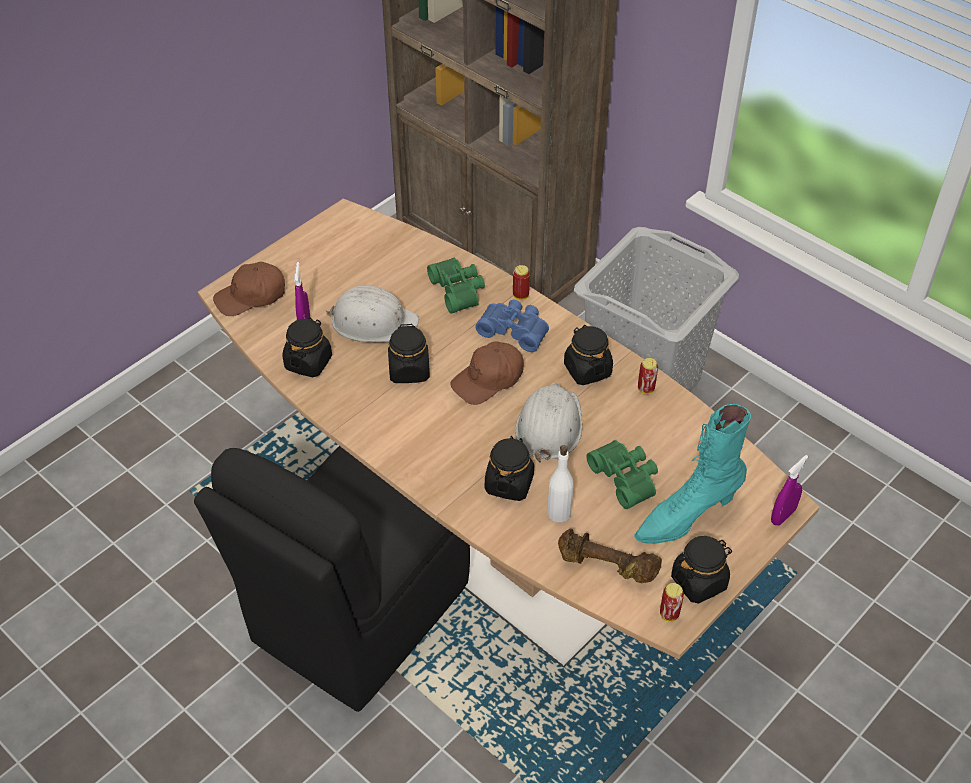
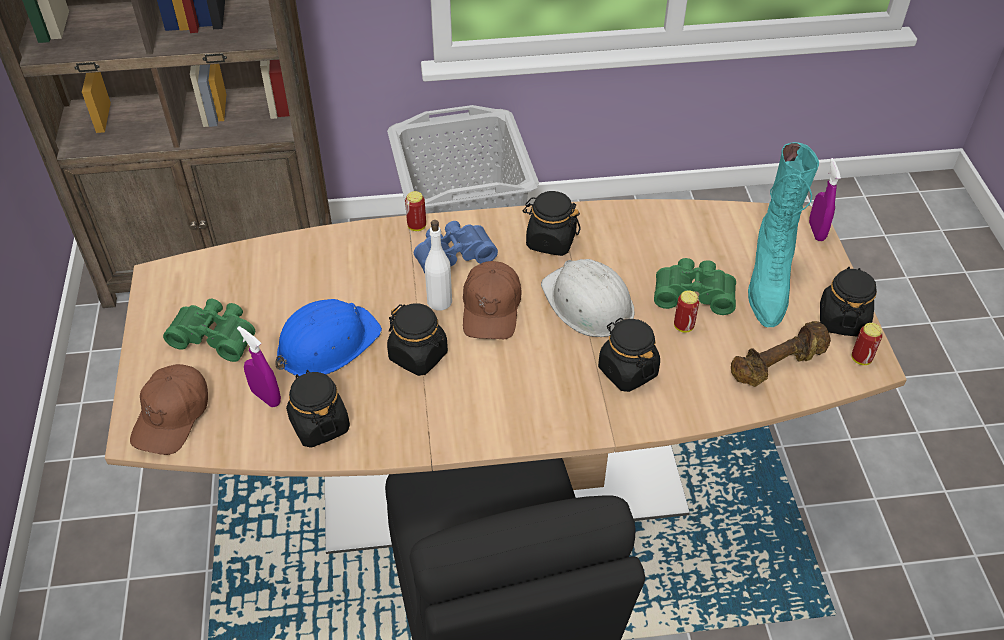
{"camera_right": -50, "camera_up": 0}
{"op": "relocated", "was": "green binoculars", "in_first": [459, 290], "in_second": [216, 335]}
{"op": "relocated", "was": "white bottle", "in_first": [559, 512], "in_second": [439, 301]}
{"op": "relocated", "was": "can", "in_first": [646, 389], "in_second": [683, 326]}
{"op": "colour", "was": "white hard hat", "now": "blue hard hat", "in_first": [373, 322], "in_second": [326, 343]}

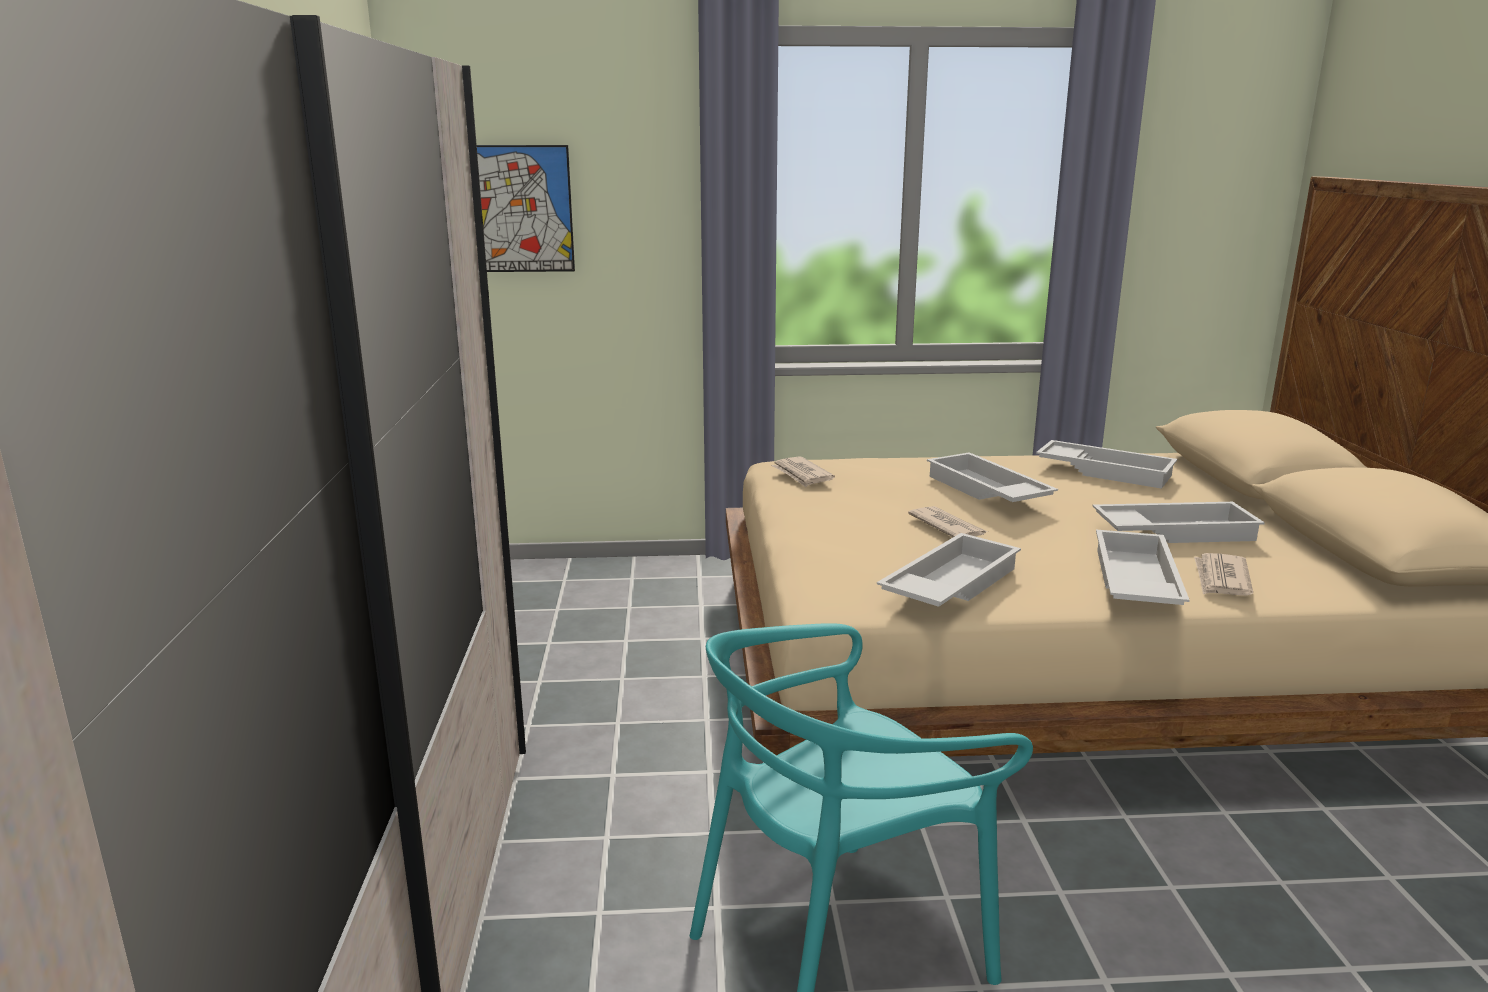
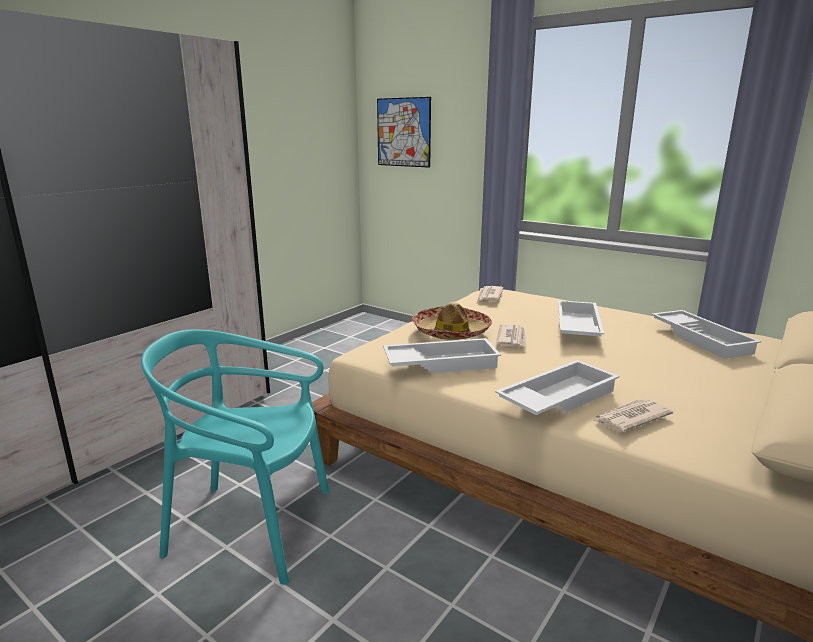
{"camera_right": 40, "camera_up": 0}
{"op": "missing", "was": "white tray", "in_first": [1174, 531]}
{"op": "appeared", "now": "hat", "in_second": [451, 332]}

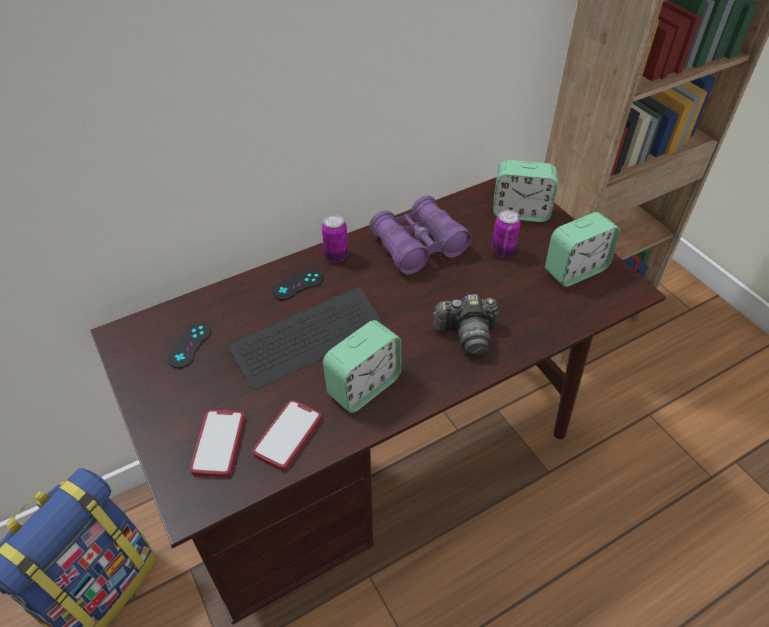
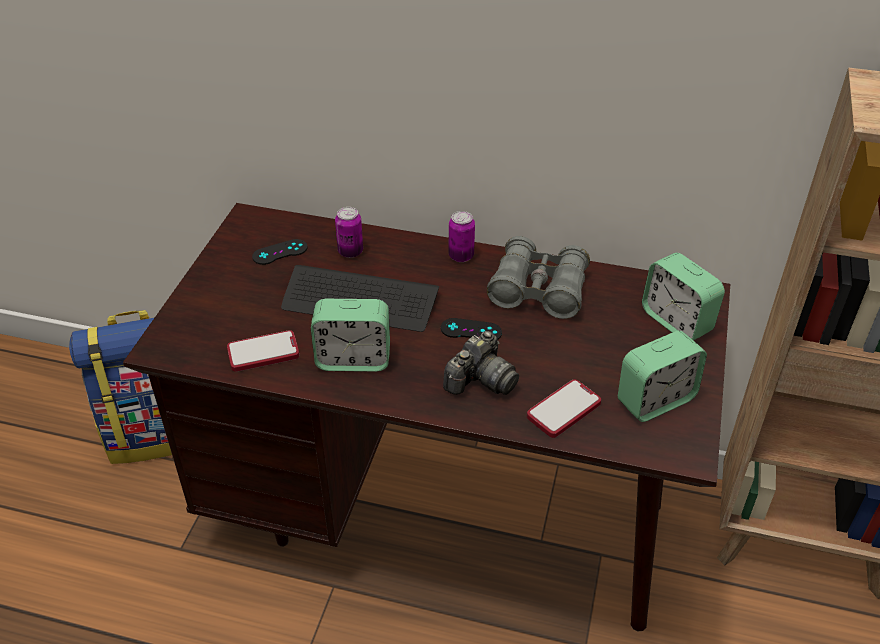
{"camera_right": 45, "camera_up": -5}
{"op": "relocated", "was": "phone", "in_first": [218, 444], "in_second": [563, 410]}
{"op": "relocated", "was": "black game controller", "in_first": [298, 285], "in_second": [471, 330]}
{"op": "relocated", "was": "can", "in_first": [502, 251], "in_second": [350, 252]}
{"op": "colour", "was": "purple binoculars", "now": "grey binoculars", "in_first": [418, 246], "in_second": [538, 290]}
{"op": "spun", "was": "photo camera", "in_first": [467, 334], "in_second": [481, 380], "clockwise": -90}
{"op": "spun", "was": "alarm clock", "in_first": [575, 270], "in_second": [655, 400], "clockwise": -45}

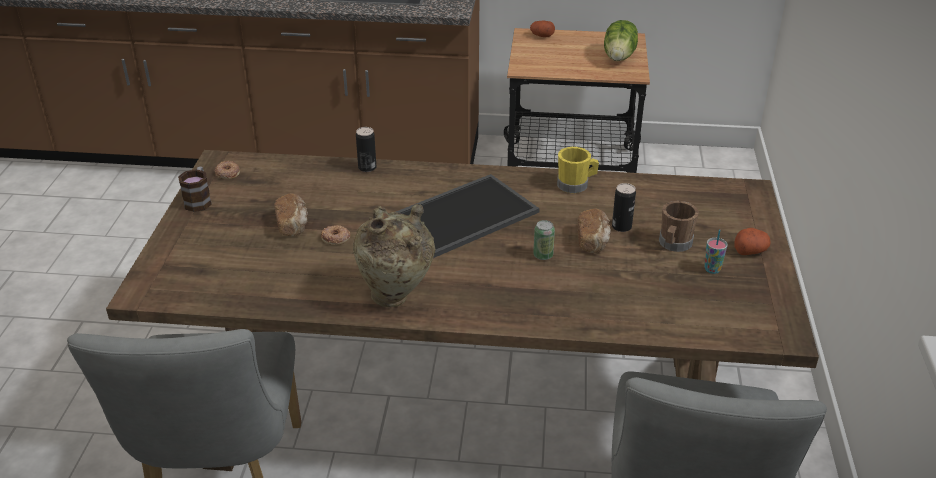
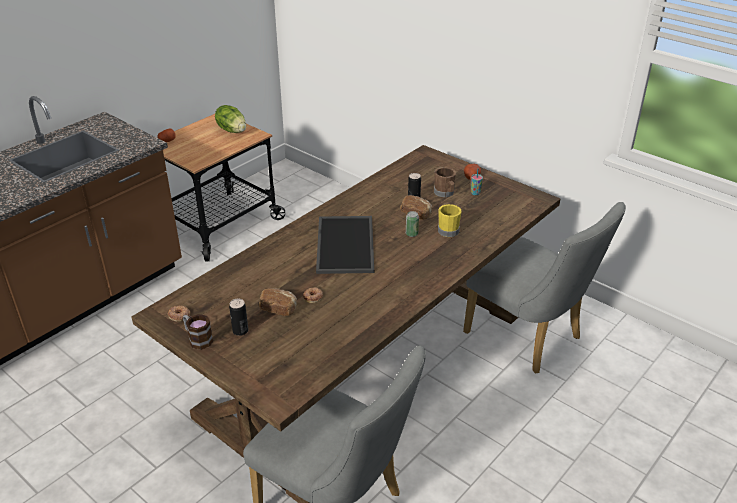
{"camera_right": -55, "camera_up": 0}
{"op": "missing", "was": "beige vase", "in_first": [396, 297]}
{"op": "relocated", "was": "can", "in_first": [367, 168], "in_second": [240, 331]}
{"op": "relocated", "was": "yellow mug", "in_first": [576, 185], "in_second": [449, 230]}

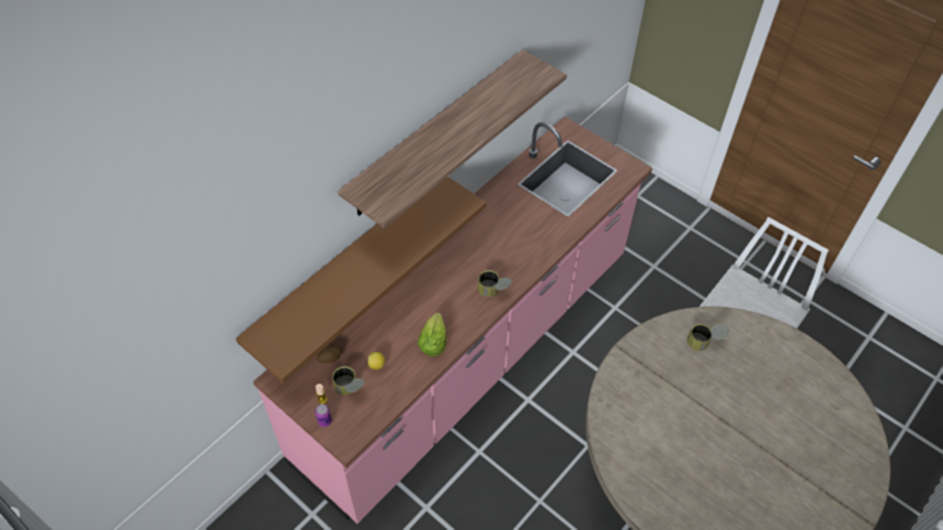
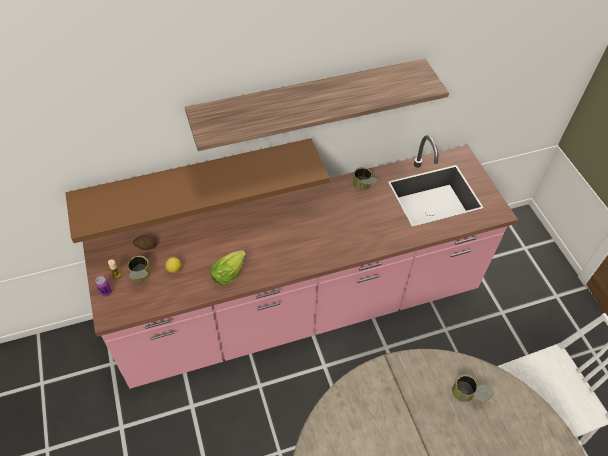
{"camera_right": 30, "camera_up": 0}
{"op": "relocated", "was": "can", "in_first": [493, 291], "in_second": [364, 187]}

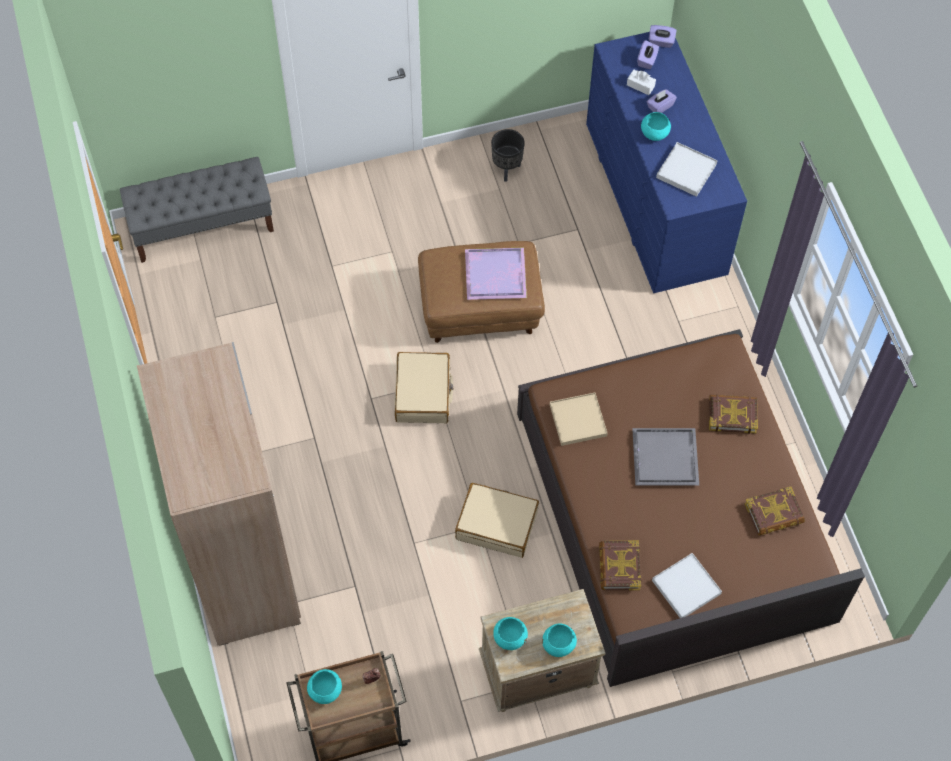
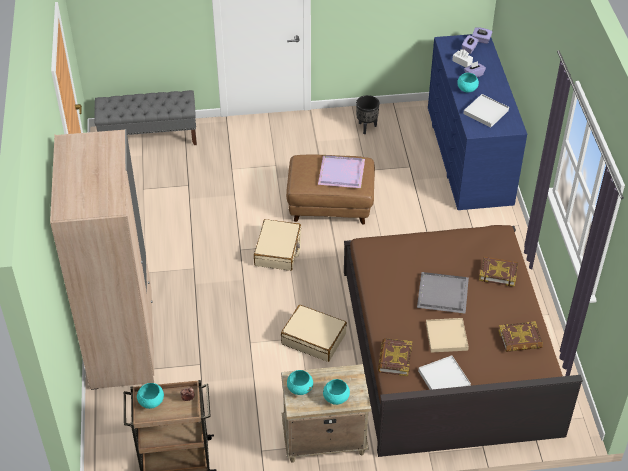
{"camera_right": 10, "camera_up": -15}
{"op": "relocated", "was": "beige tray", "in_first": [578, 420], "in_second": [446, 337]}

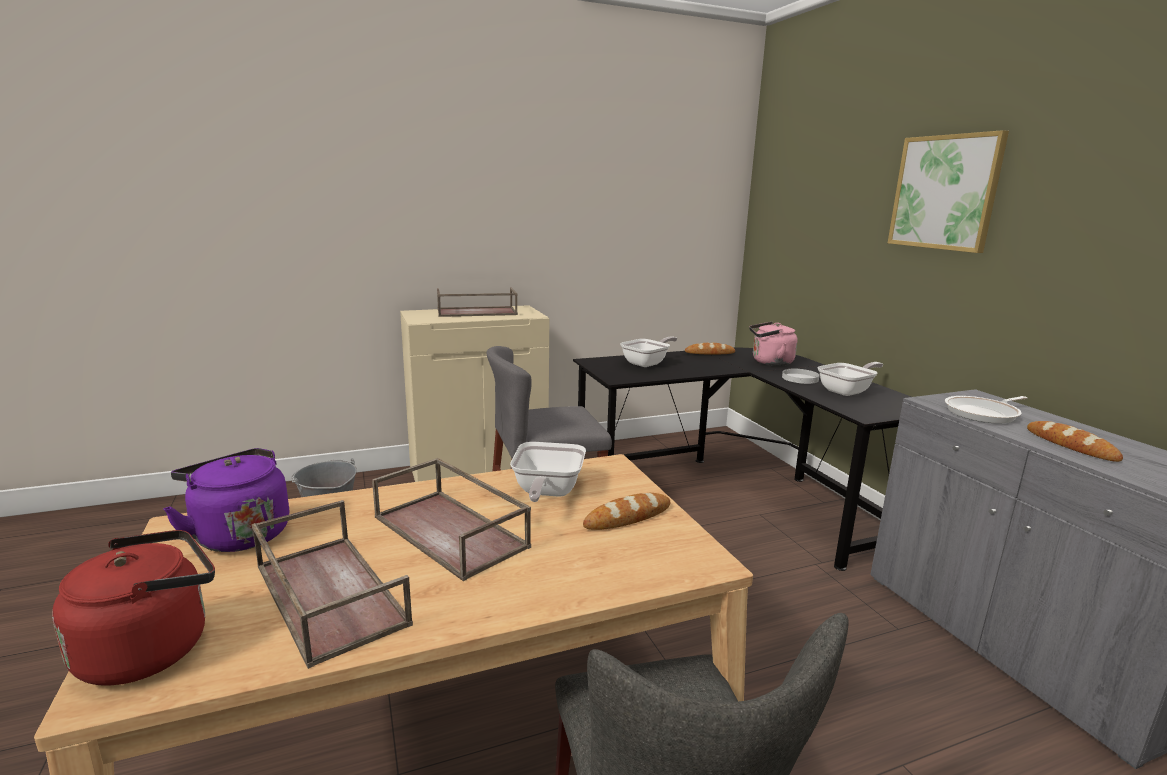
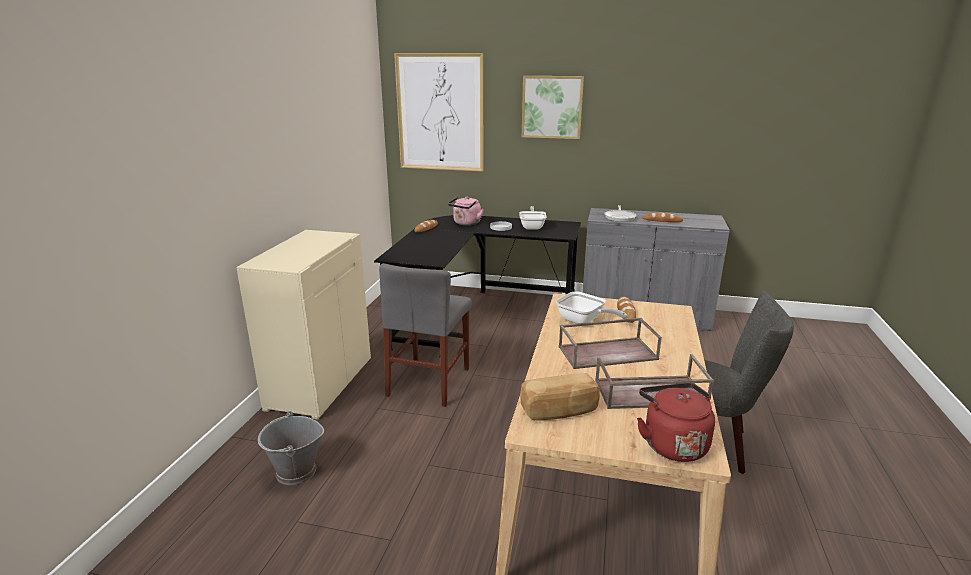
{"camera_right": -55, "camera_up": 5}
{"op": "missing", "was": "brown tray", "in_first": [476, 312]}
{"op": "missing", "was": "frying pan", "in_first": [648, 363]}
{"op": "appeared", "now": "picture", "in_second": [440, 113]}
{"op": "exchanged", "was": "purple kettle", "now": "bread", "in_first": [239, 533], "in_second": [559, 411]}

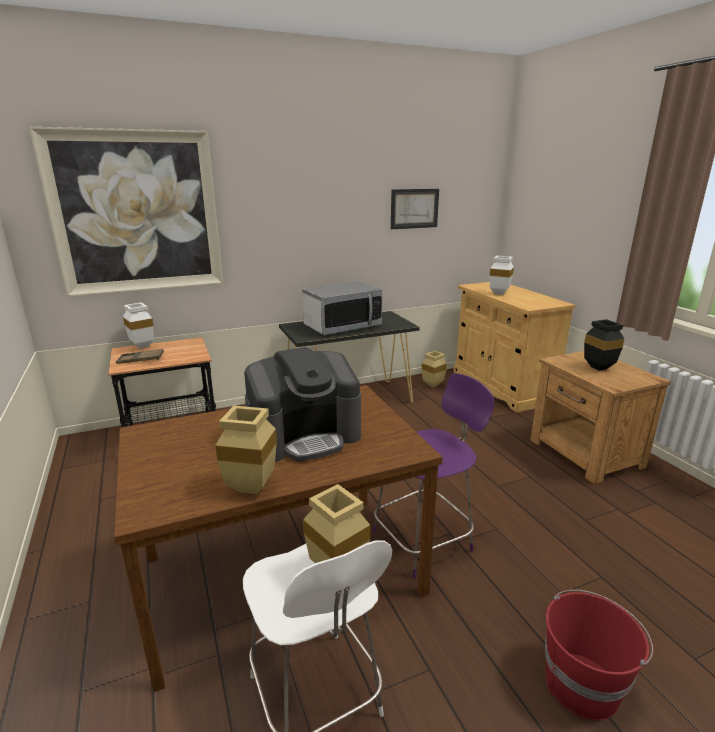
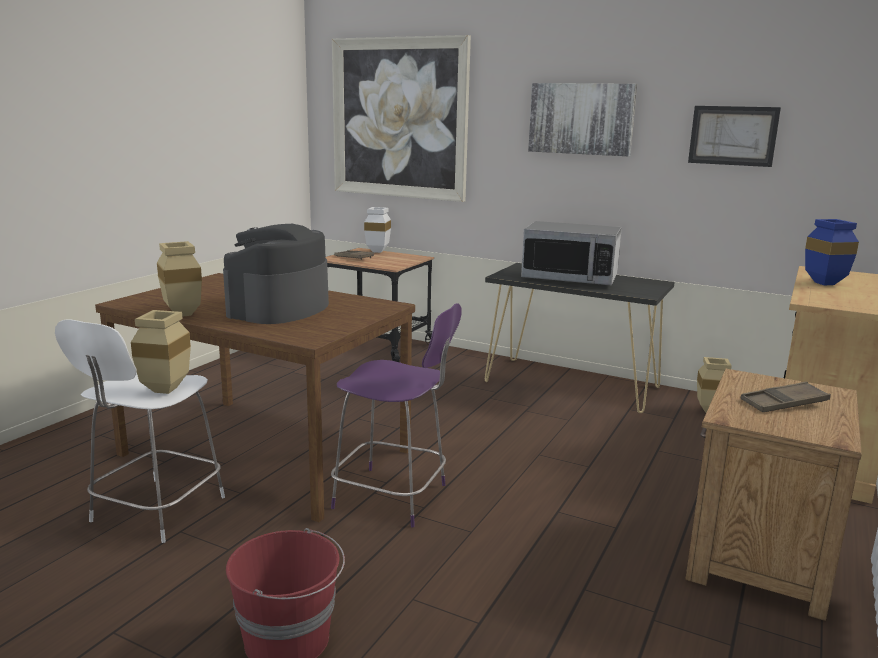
{"camera_right": 50, "camera_up": -5}
{"op": "appeared", "now": "picture", "in_second": [581, 119]}
{"op": "exchanged", "was": "black vase", "now": "brown tray", "in_first": [600, 368], "in_second": [784, 403]}
{"op": "colour", "was": "white vase", "now": "blue vase", "in_first": [500, 293], "in_second": [827, 284]}
{"op": "spun", "was": "coffee machine", "in_first": [305, 436], "in_second": [279, 309], "clockwise": 90}

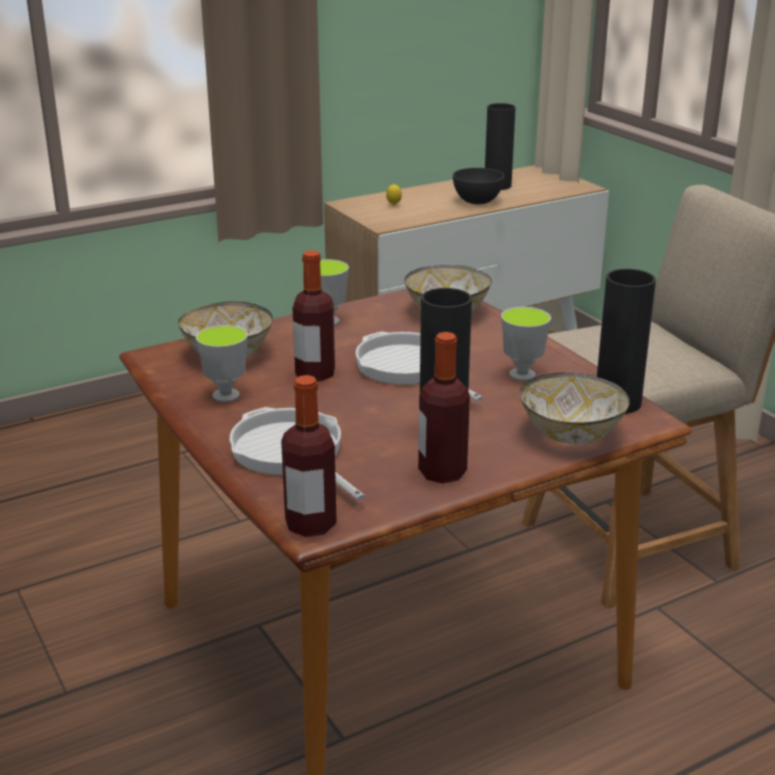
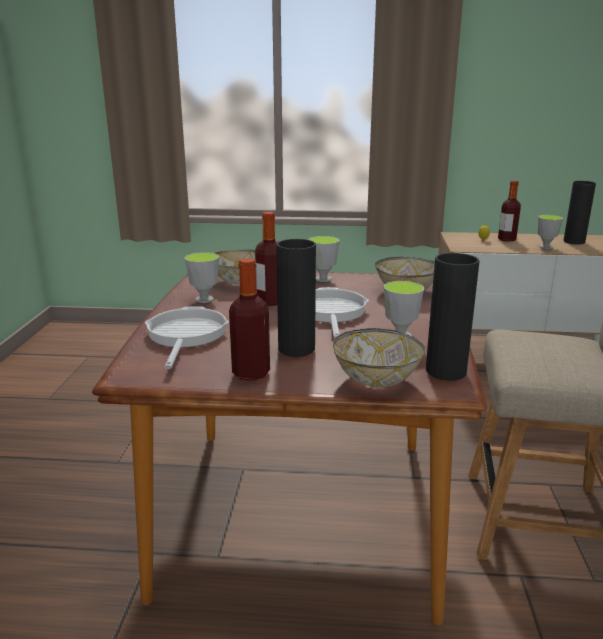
{"camera_right": 35, "camera_up": -5}
{"op": "relocated", "was": "bottle", "in_first": [310, 524], "in_second": [507, 239]}
{"op": "exchanged", "was": "grey bowl", "now": "cup", "in_first": [477, 201], "in_second": [545, 247]}

